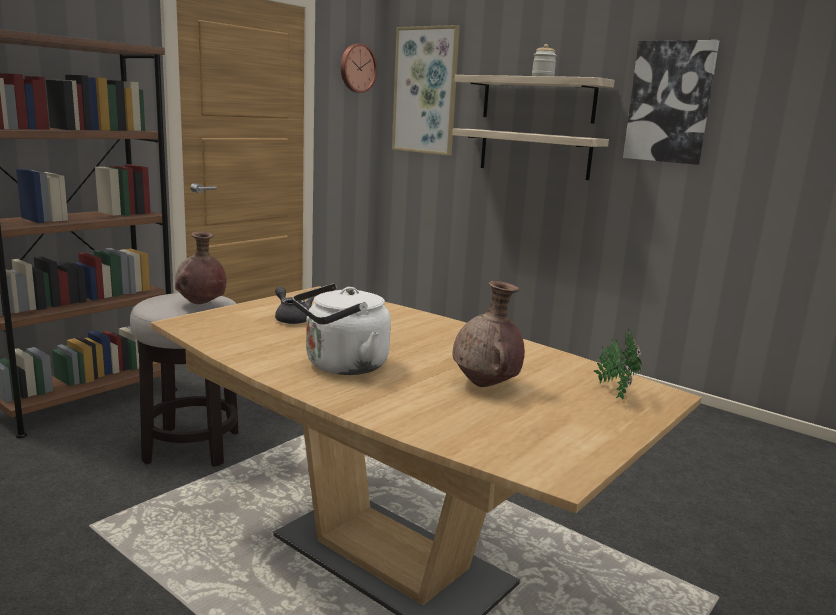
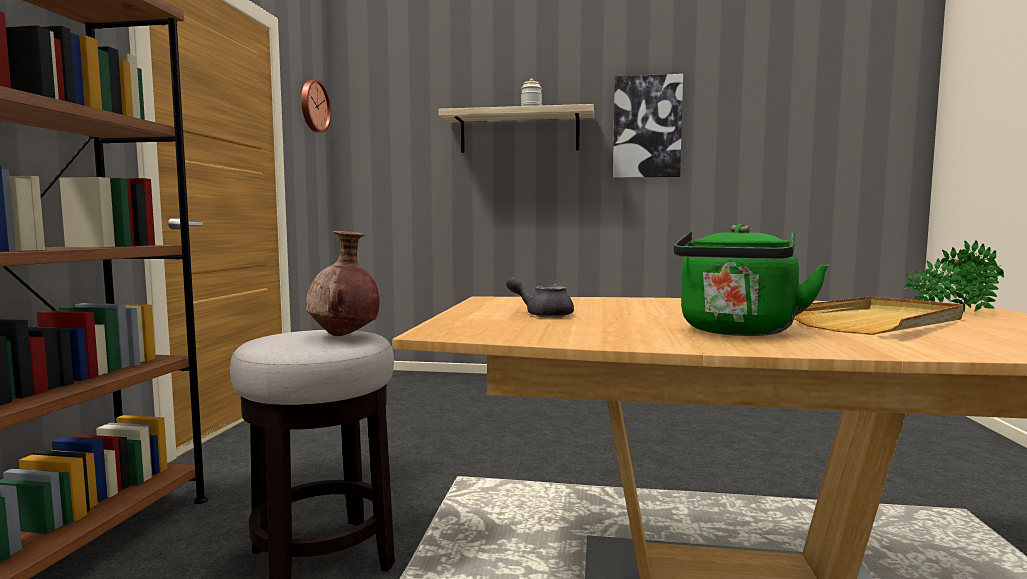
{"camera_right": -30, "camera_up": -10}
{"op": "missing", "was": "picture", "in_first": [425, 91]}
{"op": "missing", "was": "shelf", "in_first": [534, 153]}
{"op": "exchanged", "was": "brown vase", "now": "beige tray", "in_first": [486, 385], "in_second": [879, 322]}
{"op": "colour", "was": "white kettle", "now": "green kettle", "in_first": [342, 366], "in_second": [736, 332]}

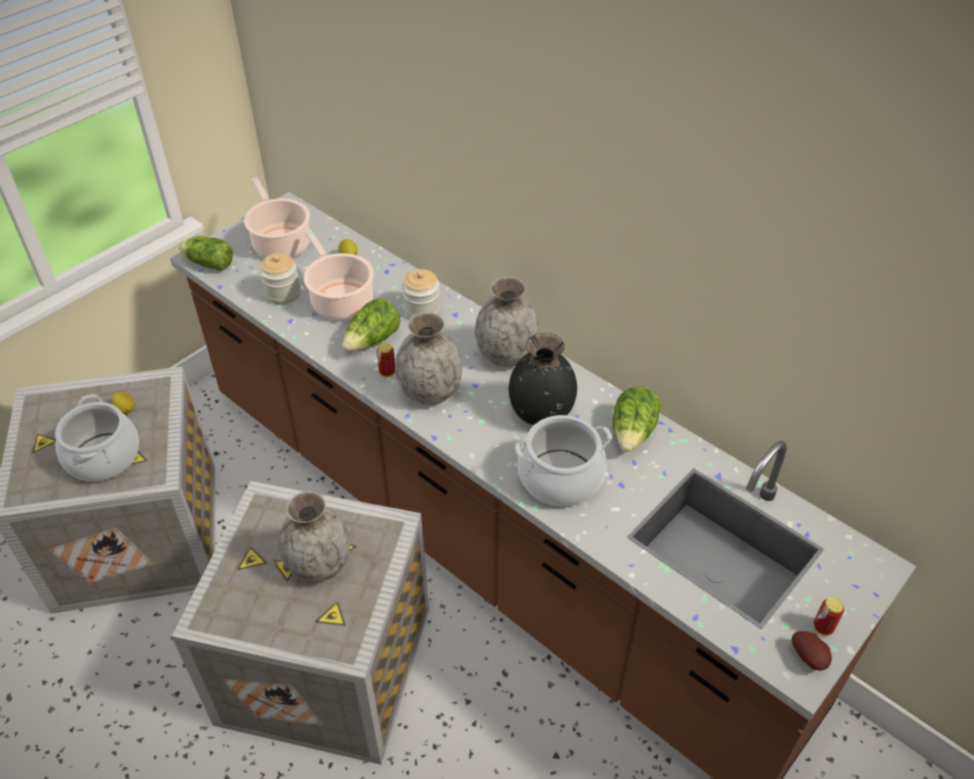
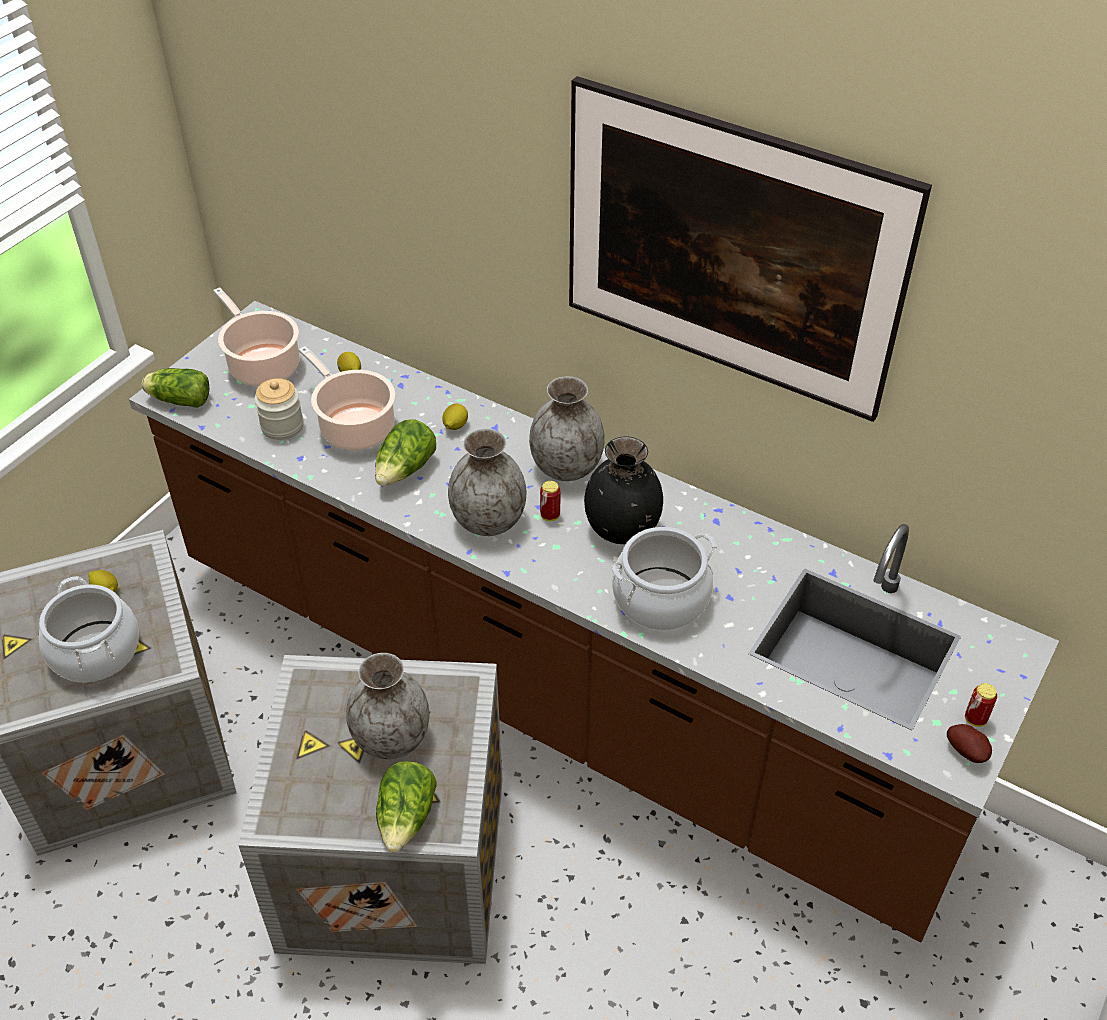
{"camera_right": -10, "camera_up": 0}
{"op": "appeared", "now": "picture", "in_second": [724, 305]}
{"op": "relocated", "was": "can", "in_first": [387, 373], "in_second": [550, 516]}
{"op": "relocated", "was": "lettuce", "in_first": [633, 433], "in_second": [407, 818]}
{"op": "exchanged", "was": "jar", "now": "lemon", "in_first": [422, 310], "in_second": [455, 426]}

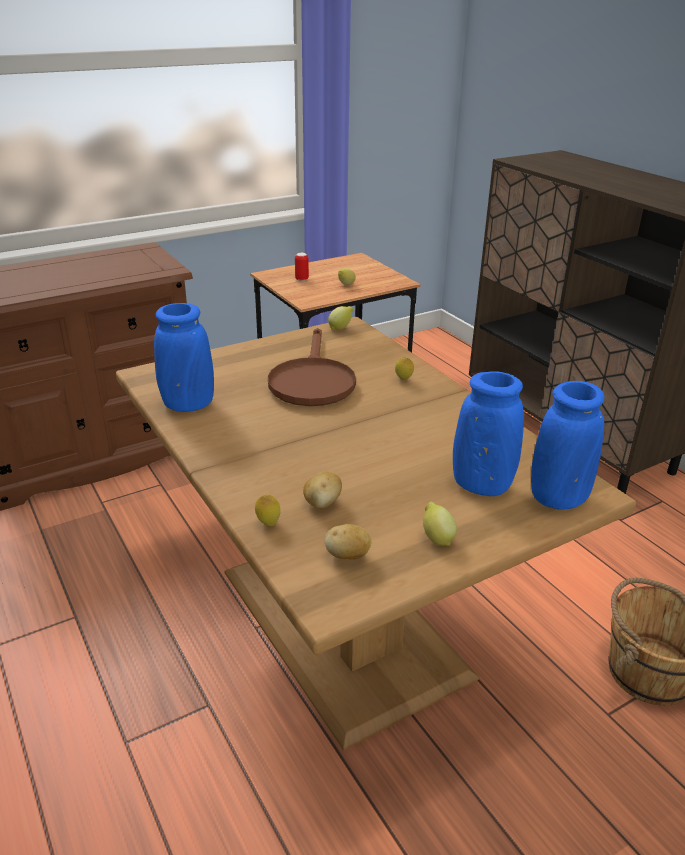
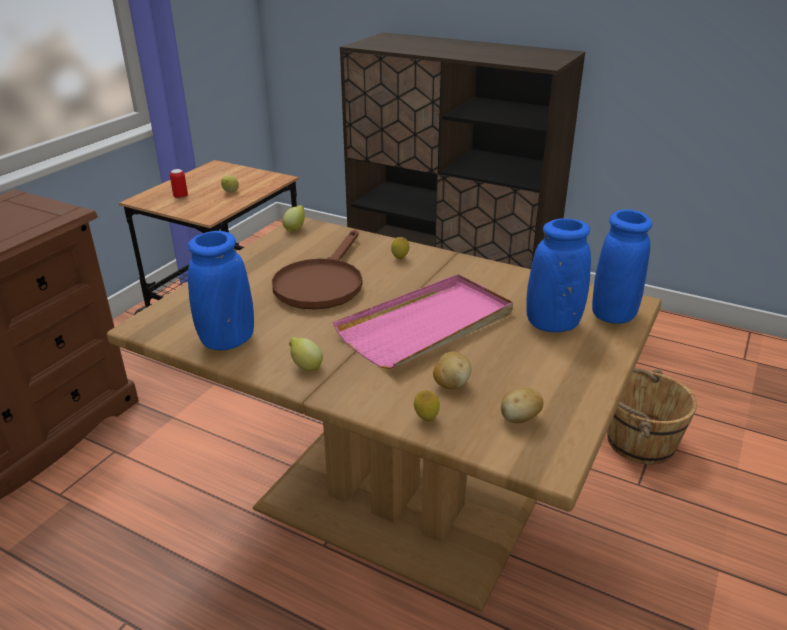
{"camera_right": -30, "camera_up": 0}
{"op": "appeared", "now": "pink tray", "in_second": [427, 325]}
{"op": "relocated", "was": "lemon", "in_first": [436, 538], "in_second": [306, 367]}
{"op": "spun", "was": "brown frying pan", "in_first": [312, 381], "in_second": [322, 283], "clockwise": 45}

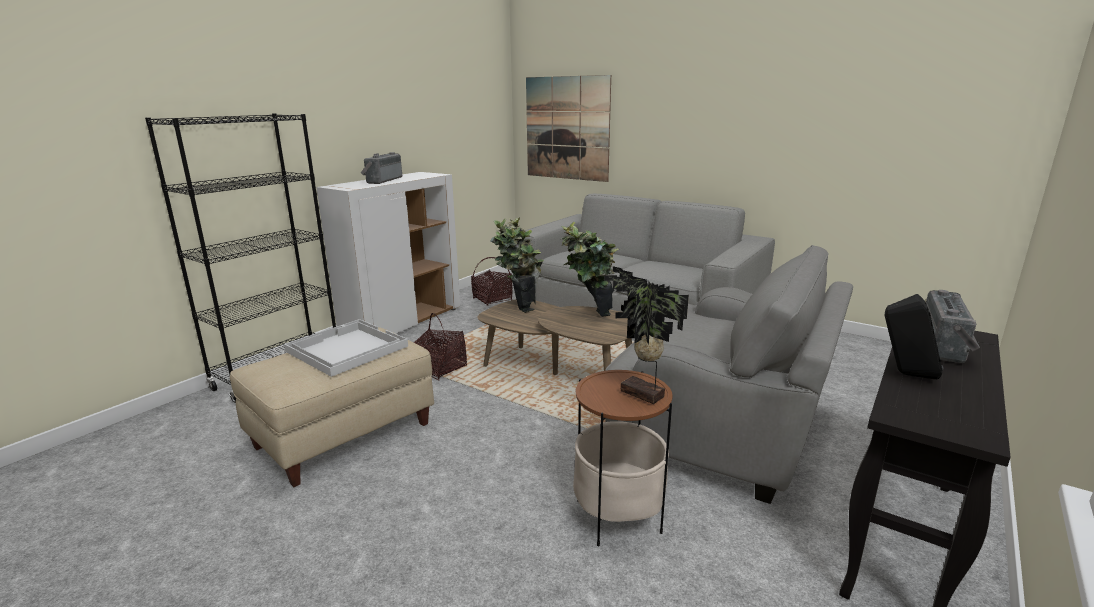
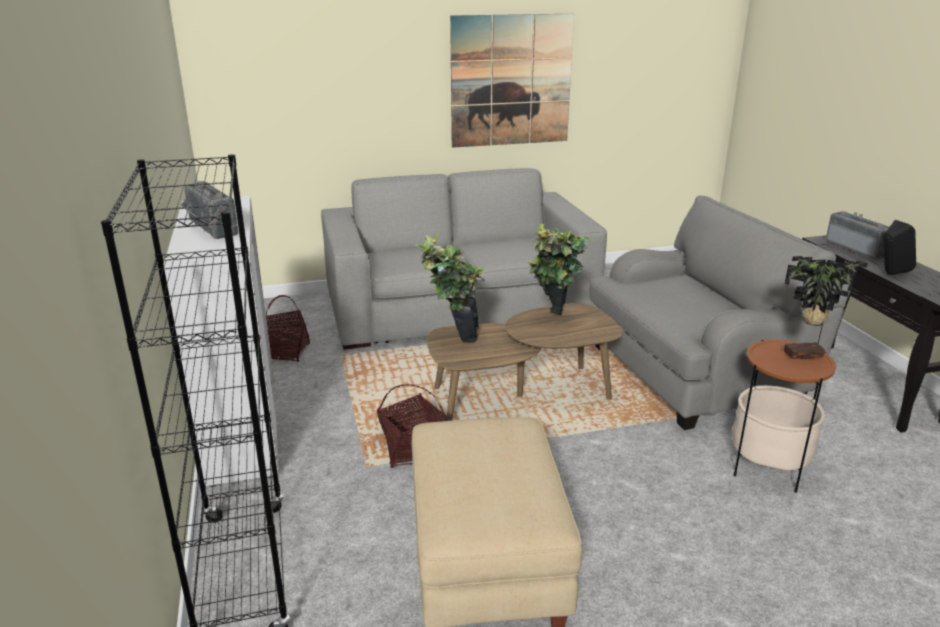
{"camera_right": -50, "camera_up": 5}
{"op": "missing", "was": "white tray", "in_first": [345, 349]}
{"op": "relocated", "was": "picture", "in_first": [567, 128], "in_second": [511, 81]}

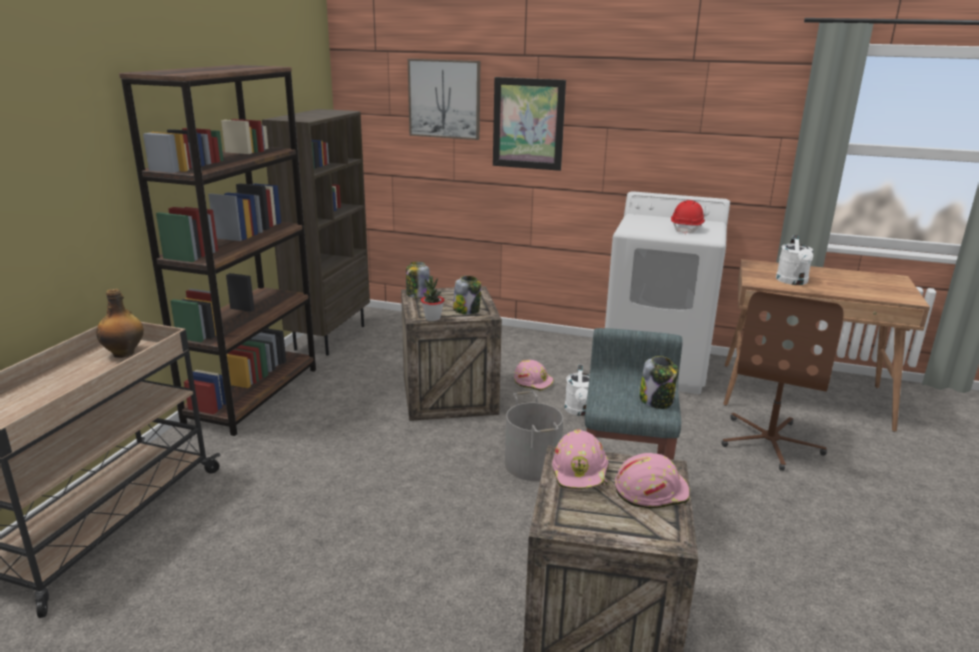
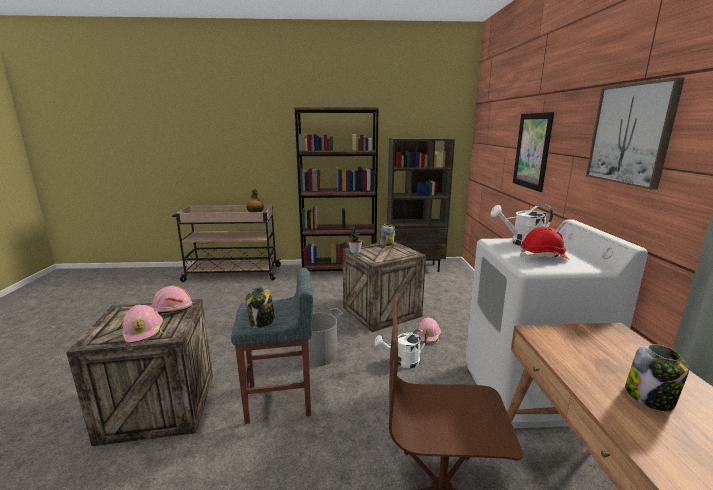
{"camera_right": 70, "camera_up": -5}
{"op": "relocated", "was": "picture", "in_first": [444, 99], "in_second": [631, 134]}
{"op": "relocated", "was": "jar", "in_first": [467, 310], "in_second": [650, 397]}
{"op": "relocated", "was": "white watering can", "in_first": [793, 282], "in_second": [521, 243]}

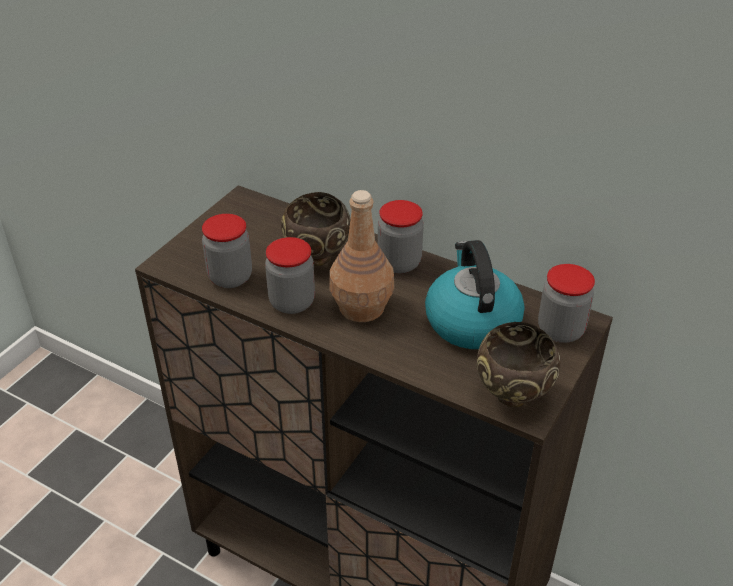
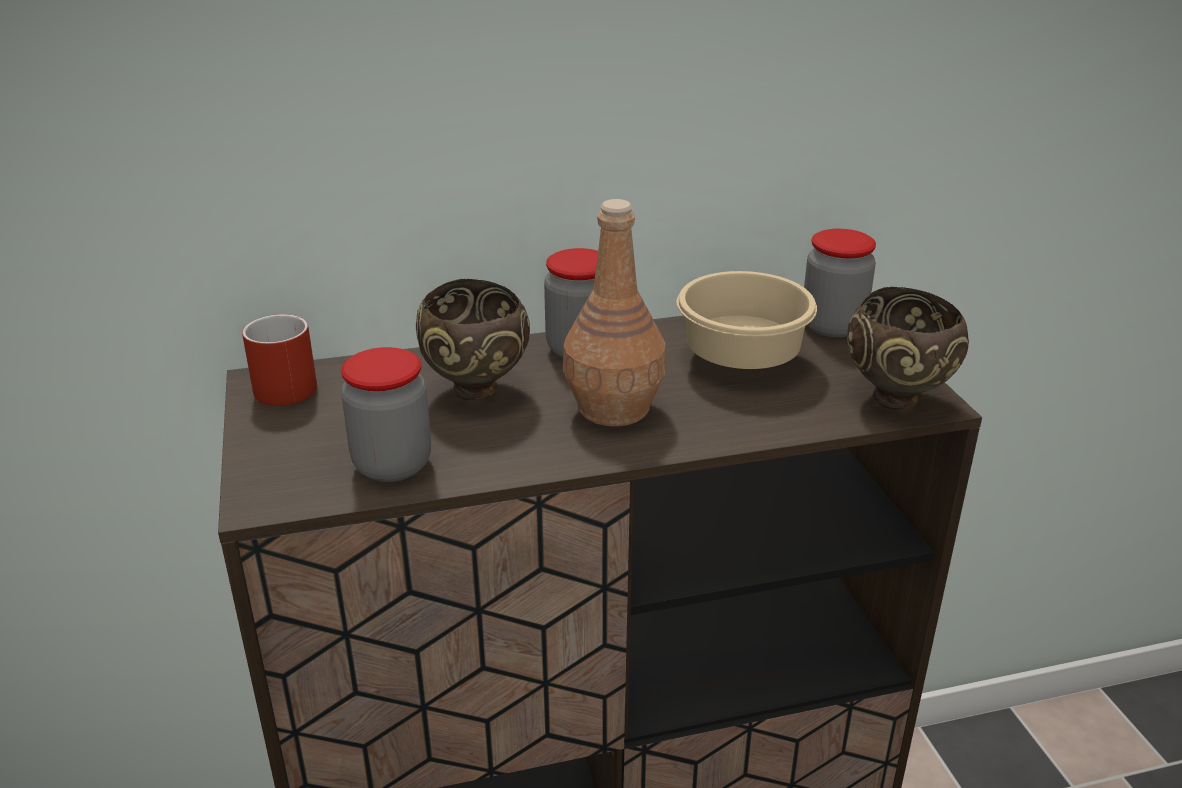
{"camera_right": -45, "camera_up": -10}
{"op": "missing", "was": "jar", "in_first": [292, 302]}
{"op": "appeared", "now": "red mug", "in_second": [287, 383]}
{"op": "exchanged", "was": "kettle", "now": "beige bowl", "in_first": [471, 321], "in_second": [744, 360]}

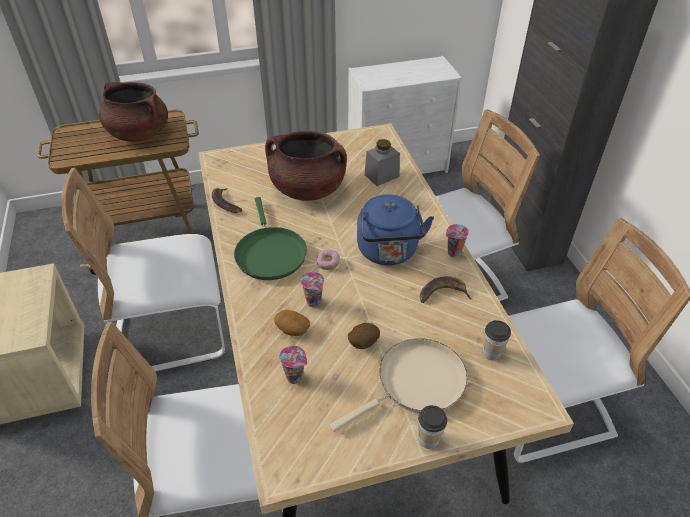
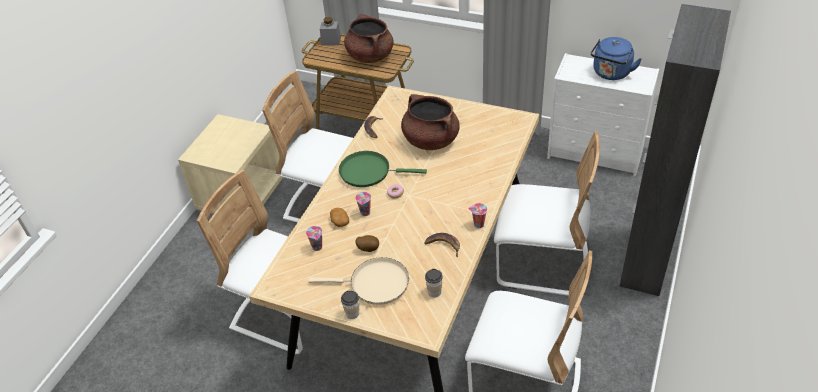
{"camera_right": 40, "camera_up": 0}
{"op": "relocated", "was": "blue kettle", "in_first": [388, 252], "in_second": [611, 74]}
{"op": "relocated", "was": "grey jar", "in_first": [381, 176], "in_second": [331, 41]}
{"op": "spun", "was": "green frying pan", "in_first": [270, 253], "in_second": [369, 172], "clockwise": 75}

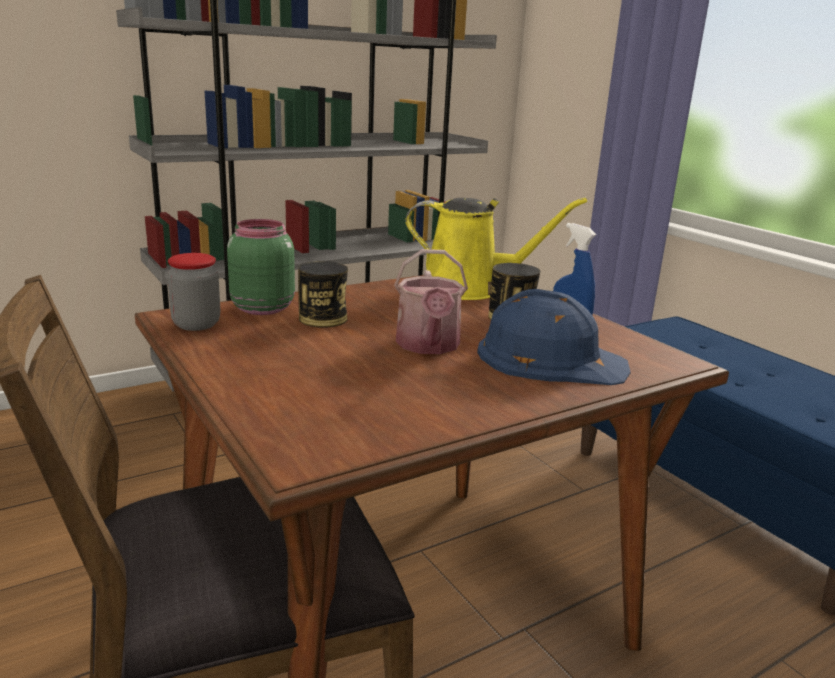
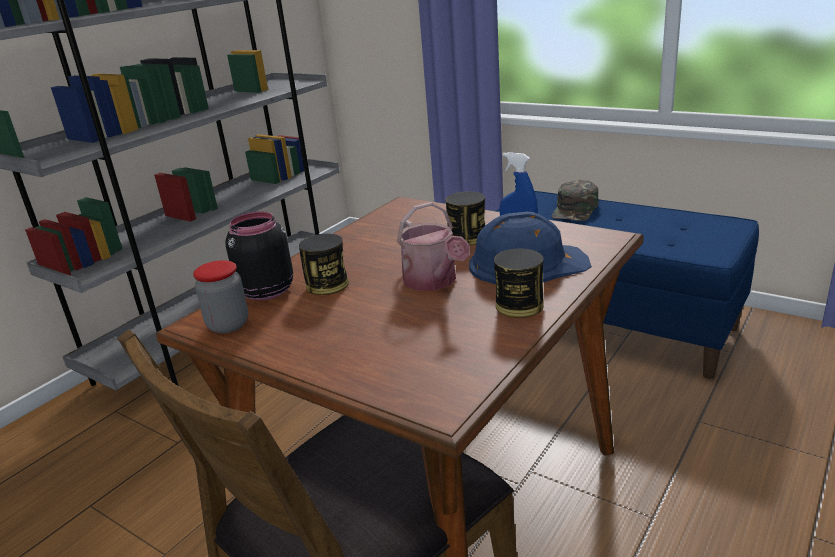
{"camera_right": -20, "camera_up": 5}
{"op": "missing", "was": "yellow watering can", "in_first": [470, 289]}
{"op": "appeared", "now": "can", "in_second": [519, 306]}
{"op": "appeared", "now": "green cap", "in_second": [575, 210]}
{"op": "colour", "was": "green jar", "now": "black jar", "in_first": [261, 308], "in_second": [265, 291]}

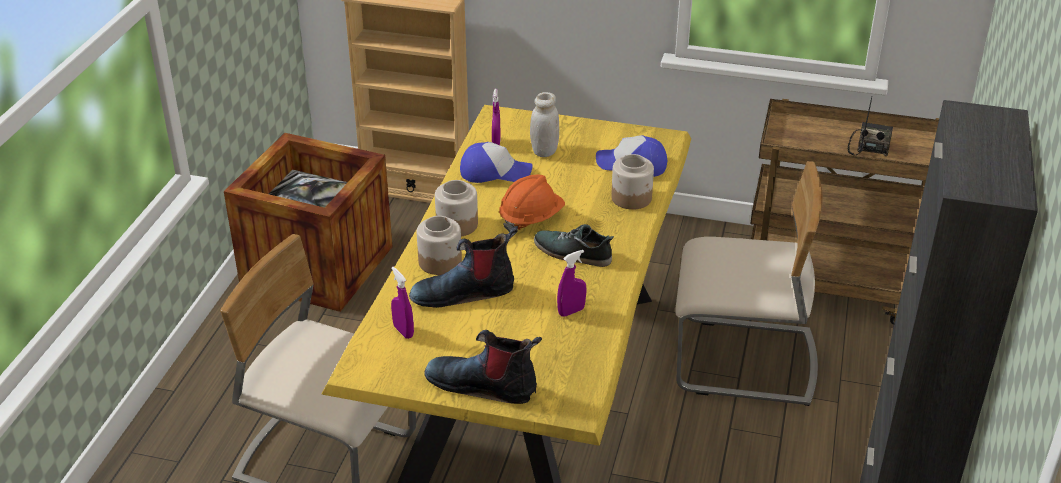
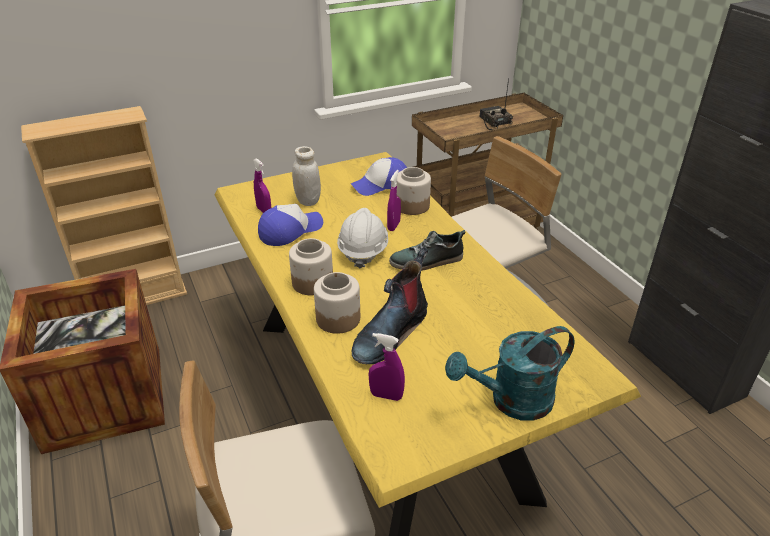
{"camera_right": -40, "camera_up": 0}
{"op": "relocated", "was": "purple spray bottle", "in_first": [571, 311], "in_second": [393, 226]}
{"op": "exchanged", "was": "boot", "now": "turquoise watering can", "in_first": [483, 385], "in_second": [511, 401]}
{"op": "colour", "was": "orange hard hat", "now": "white hard hat", "in_first": [531, 218], "in_second": [363, 251]}

